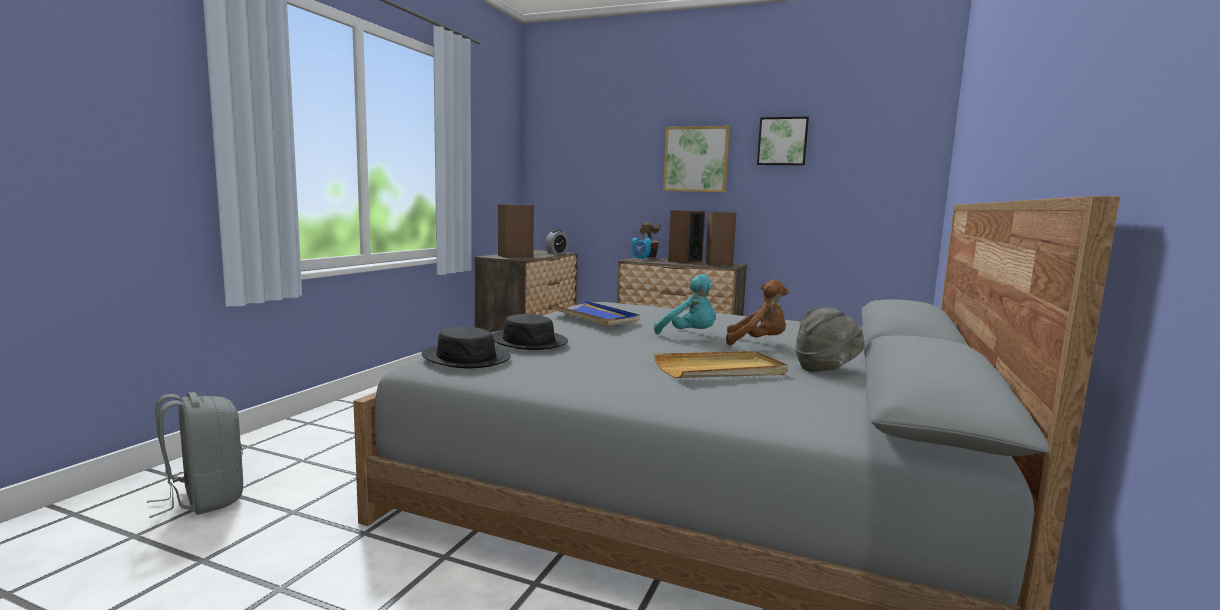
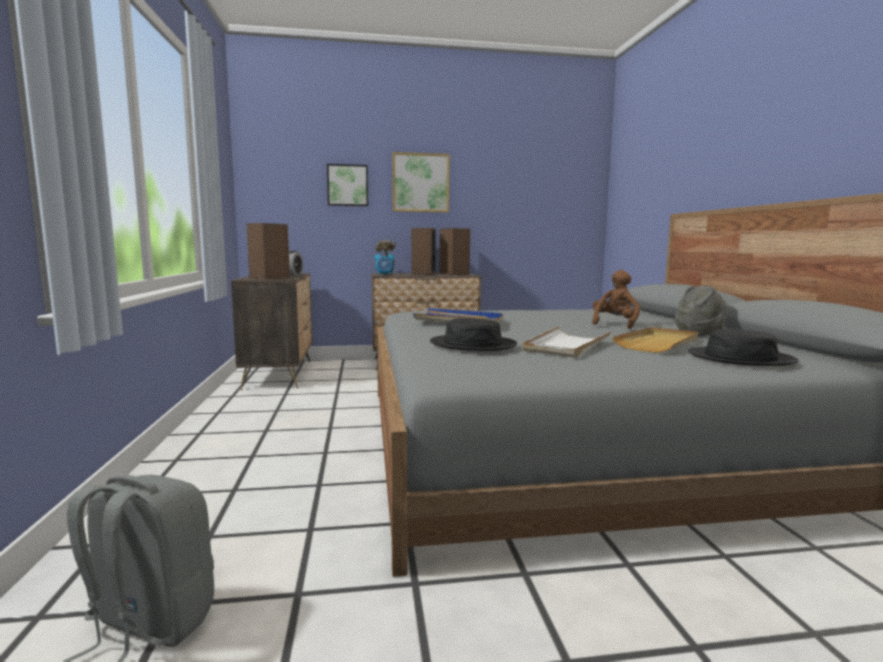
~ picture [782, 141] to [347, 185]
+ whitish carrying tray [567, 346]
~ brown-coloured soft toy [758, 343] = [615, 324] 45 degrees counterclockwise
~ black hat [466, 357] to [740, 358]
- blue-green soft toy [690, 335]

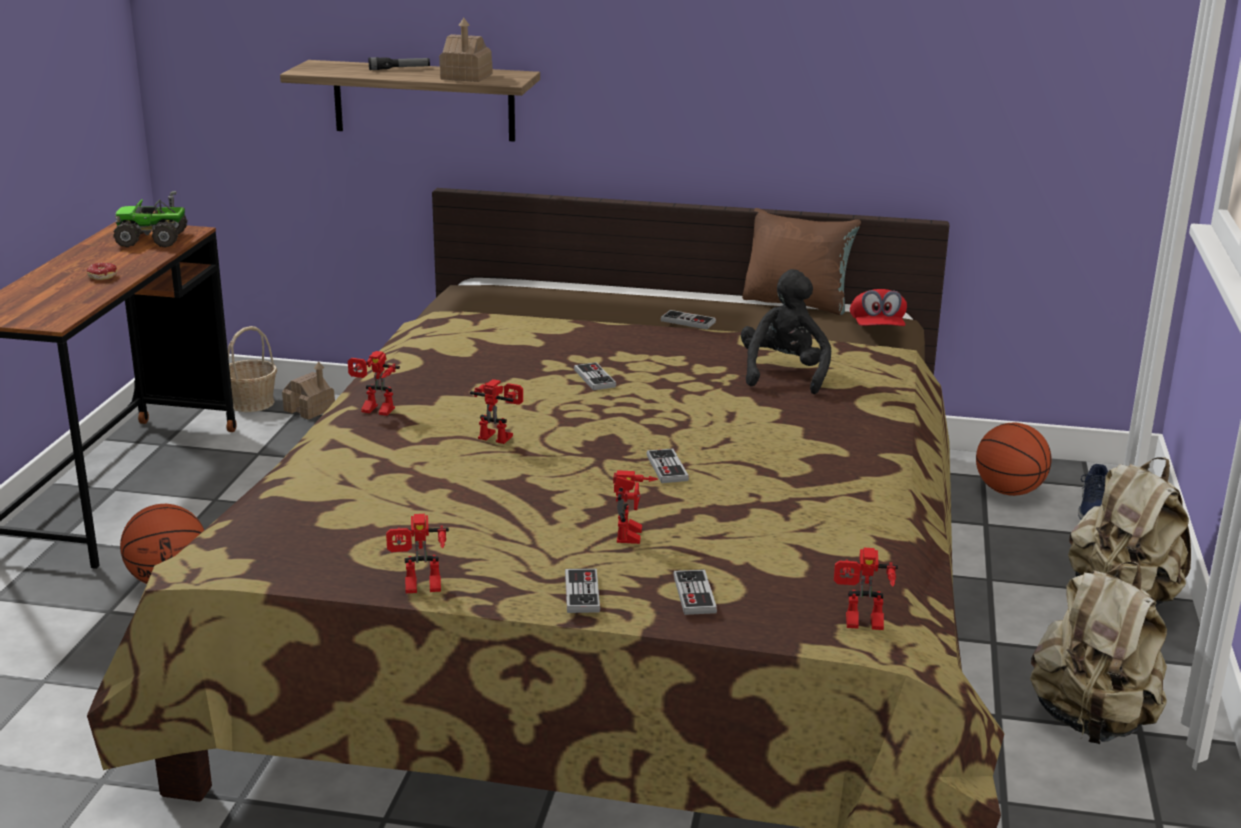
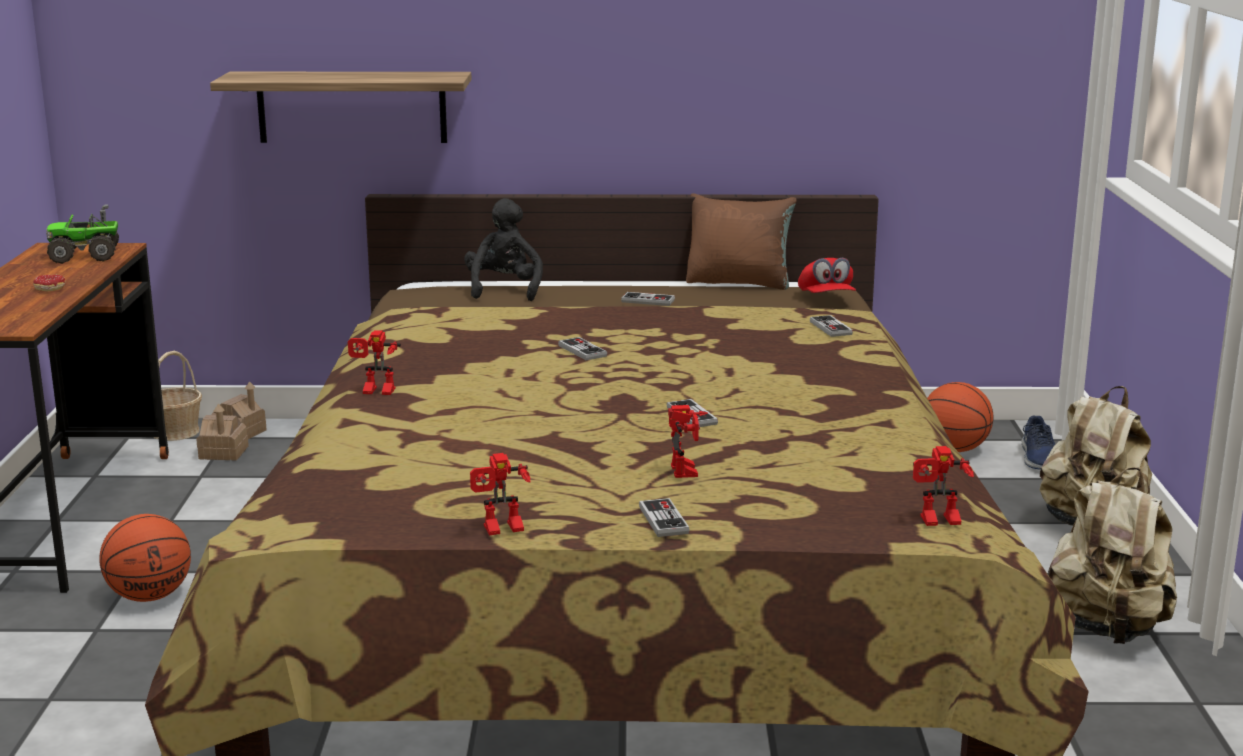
~ toy house [466, 77] to [223, 453]
~ black soft toy [784, 374] to [504, 290]
~ game controller [694, 594] to [830, 328]
- torch [399, 69]
- robot figure [499, 436]

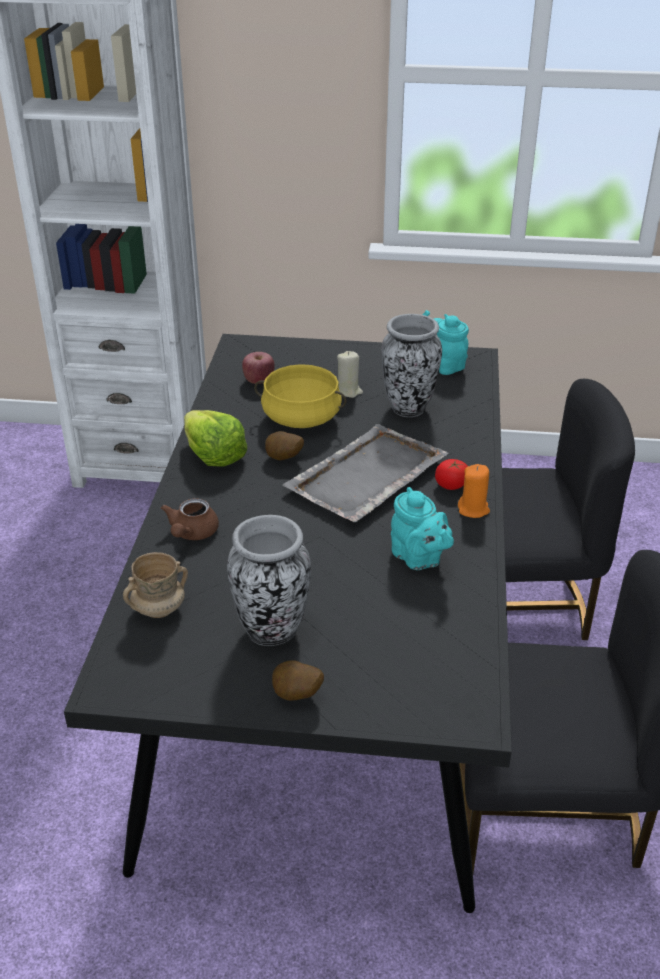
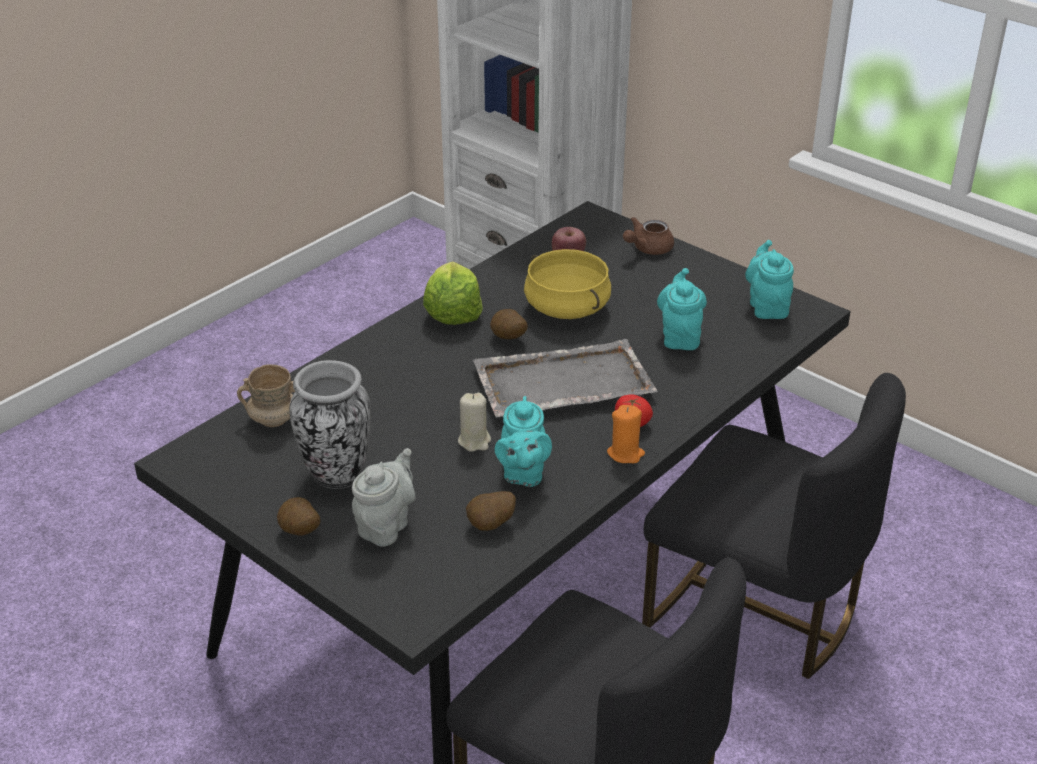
+ grey tea pot [386, 525]
~ sand-coloured wax candle [348, 391] to [474, 441]
+ whole potato [491, 526]
~ brown-coloured tea pot [191, 533] to [647, 248]
~ vase [409, 408] to blue-green tea pot [680, 336]

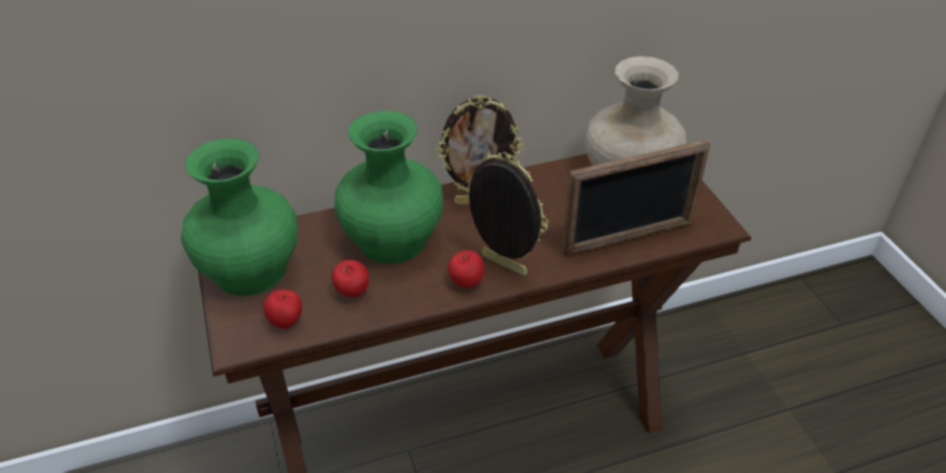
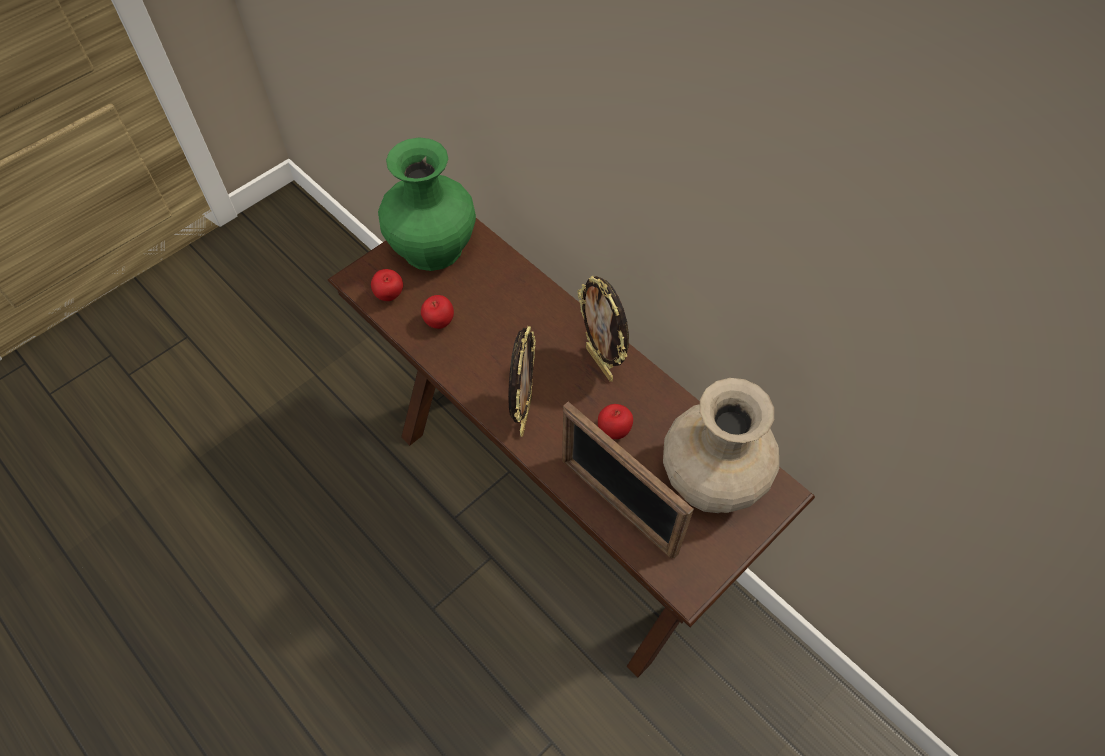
~ apple [466, 283] to [613, 431]
- green-coloured vase [391, 240]

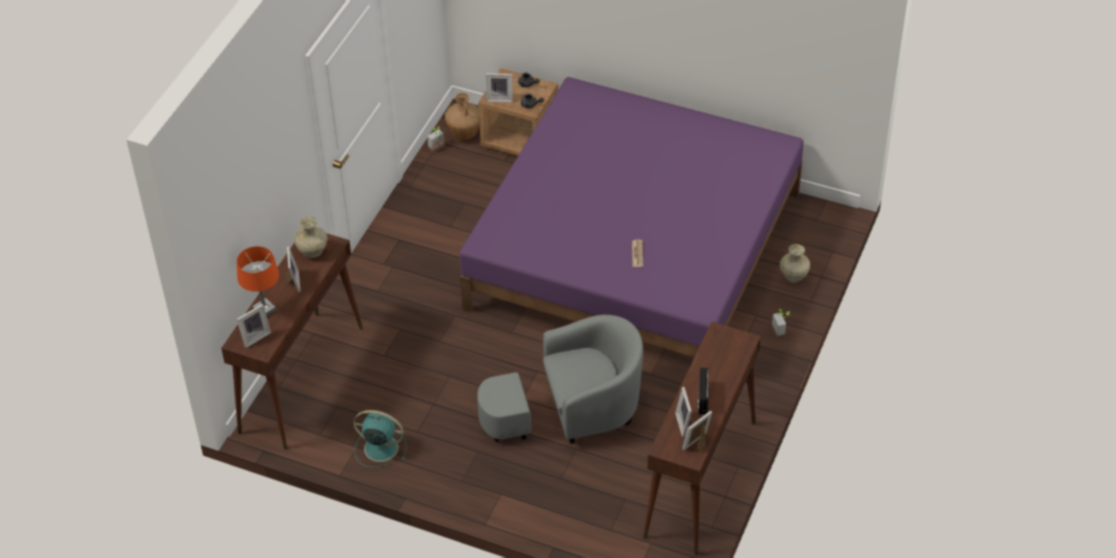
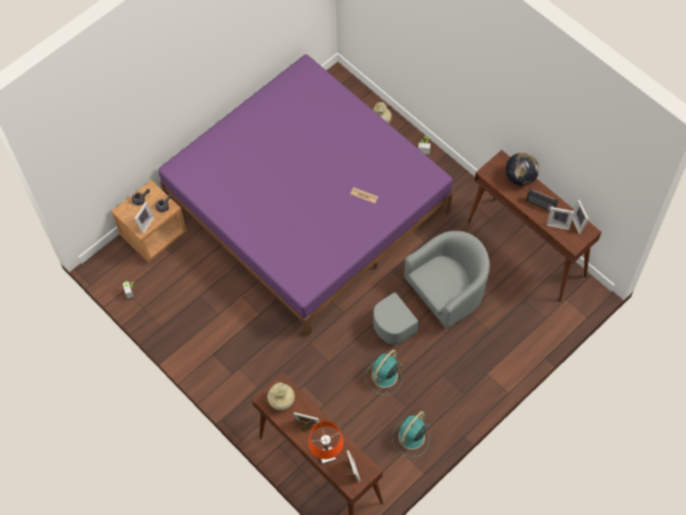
+ blue-green electric fan [384, 376]
~ grey lounge chair [571, 411] = [434, 302] 45 degrees clockwise
+ desk globe [520, 177]
- brown-coloured vase [464, 135]

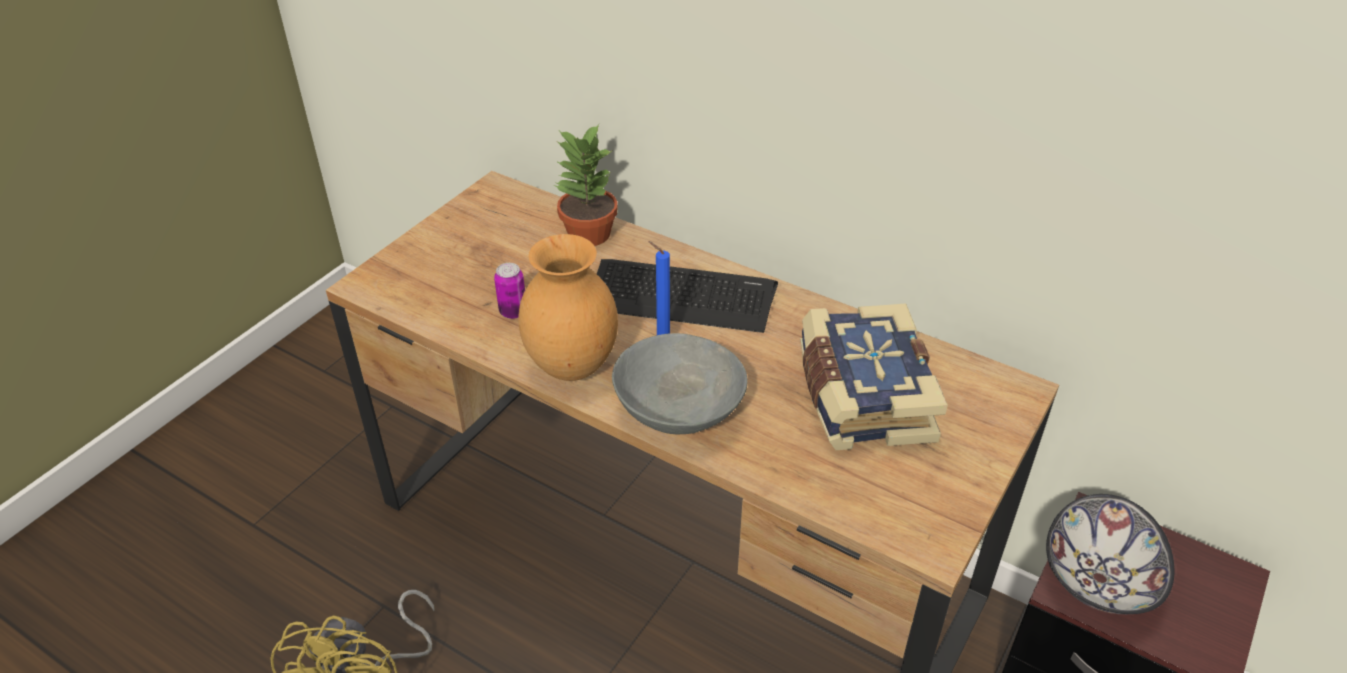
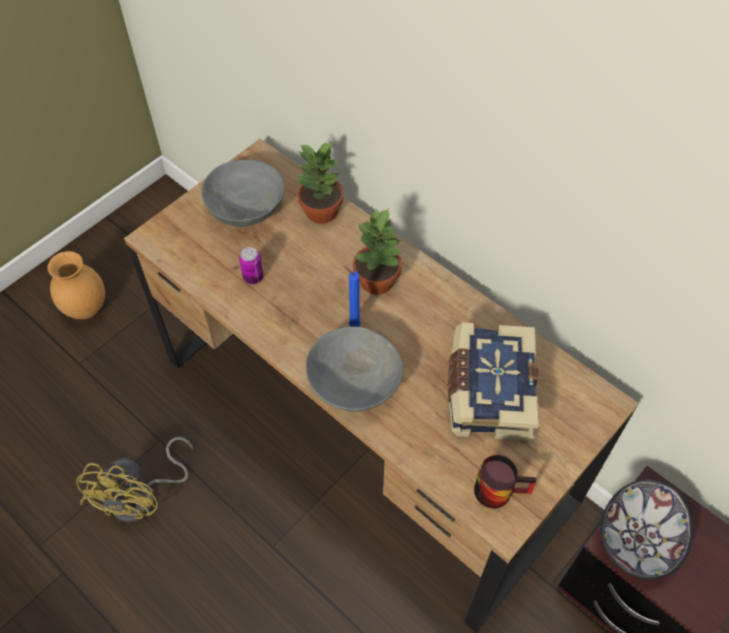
~ brown-coloured vase [570, 367] to [85, 309]
+ grey bowl [247, 208]
~ PC keyboard [681, 296] to houseplant [378, 281]
+ tea mug [499, 488]

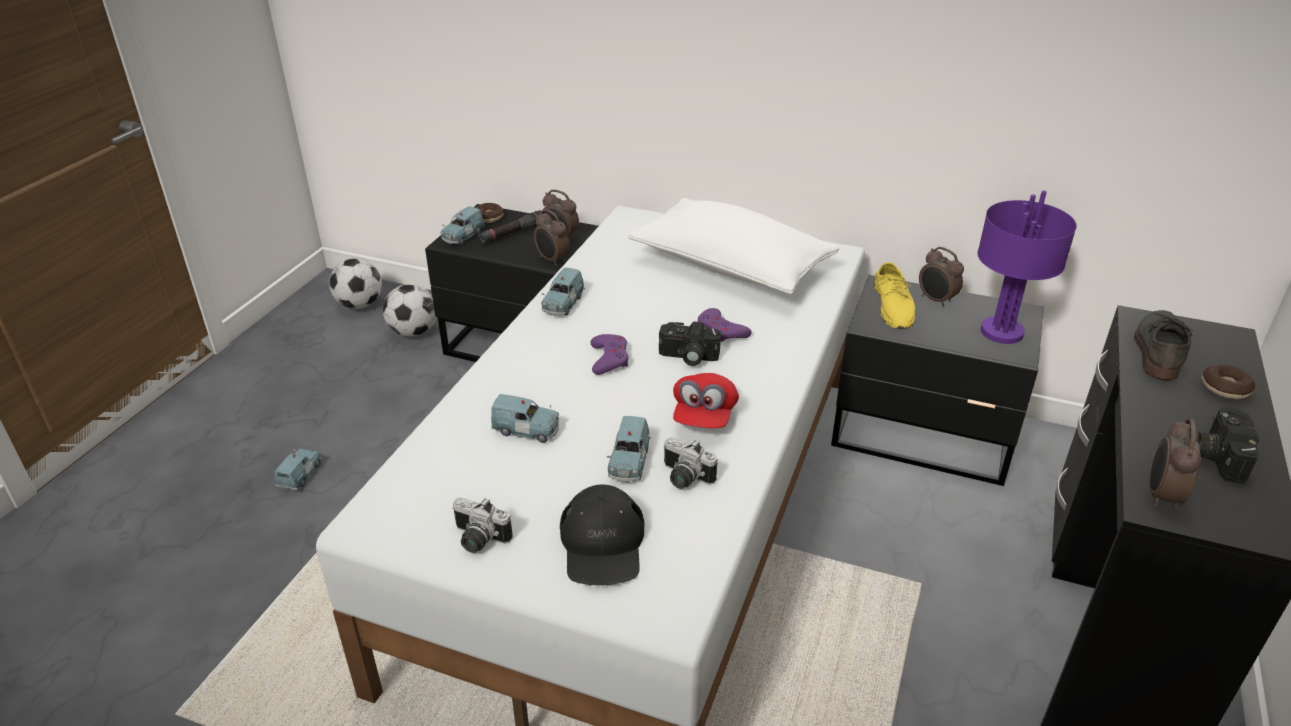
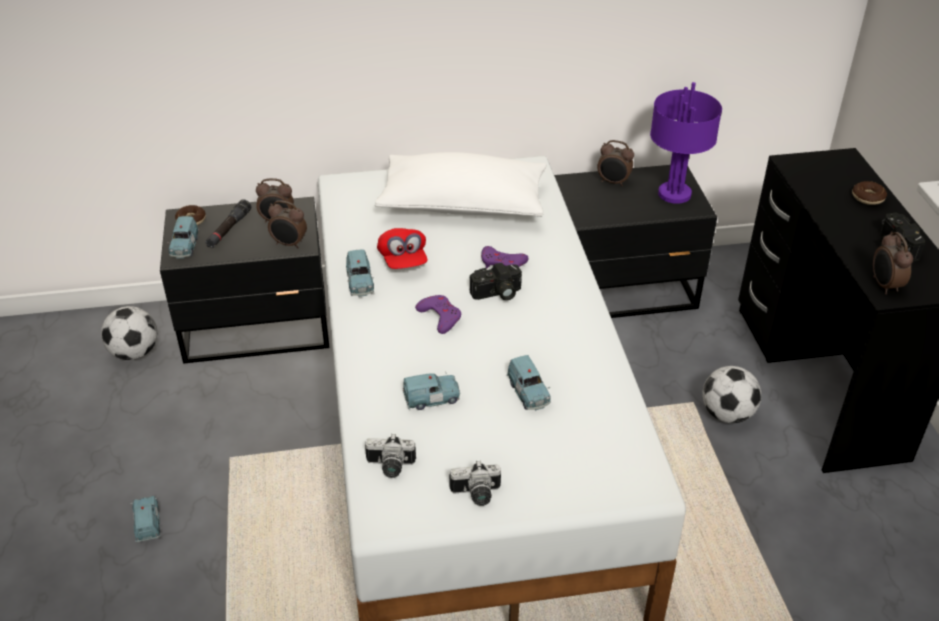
~ still camera [684, 478] to [390, 467]
~ red cap [704, 416] to [403, 260]
~ football ball [360, 305] to [727, 414]
- black cap [602, 544]
- yellow item of footwear [893, 306]
- grey item of footwear [1158, 349]

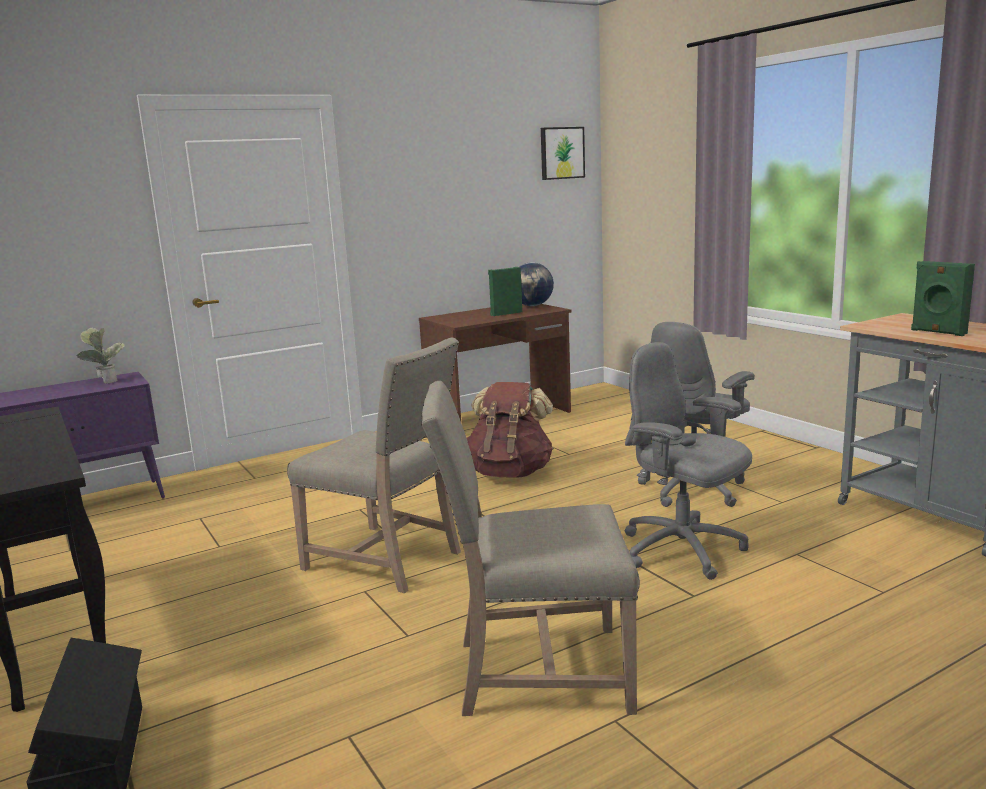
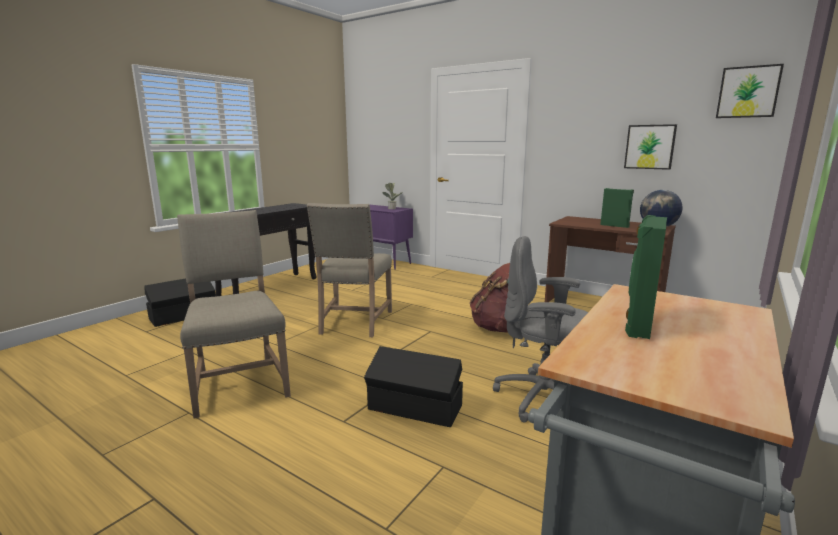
~ grey desk chair [683, 551] to black storage bin [415, 408]
+ picture [650, 147]

